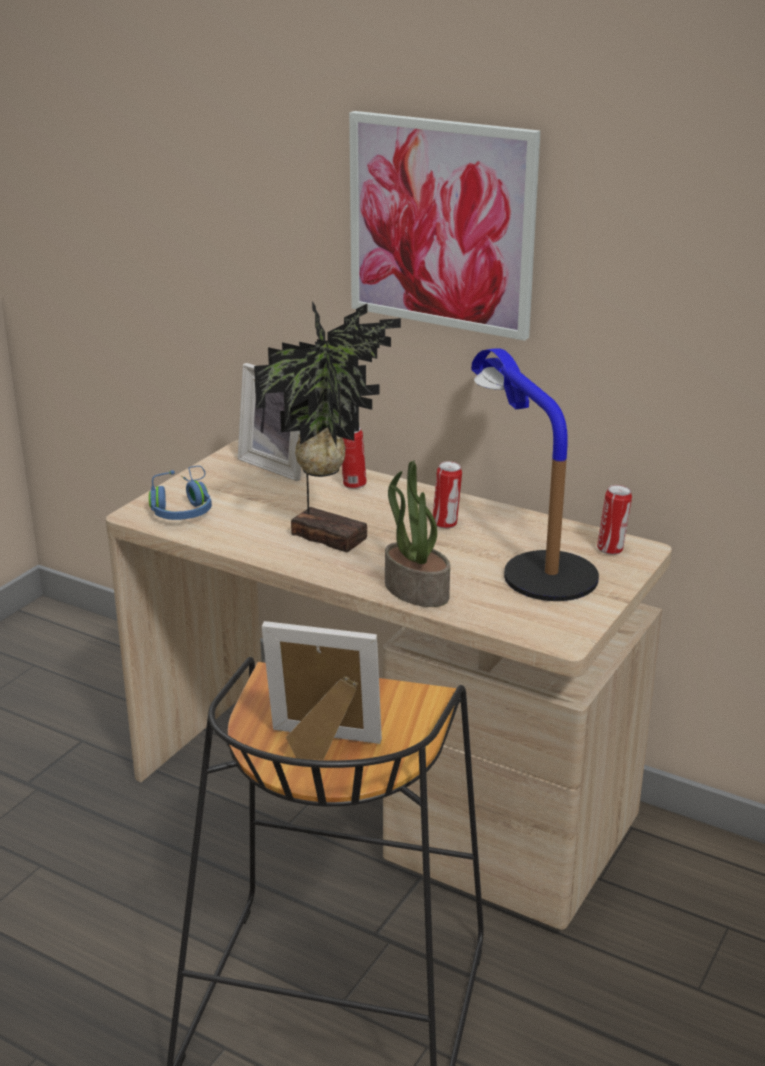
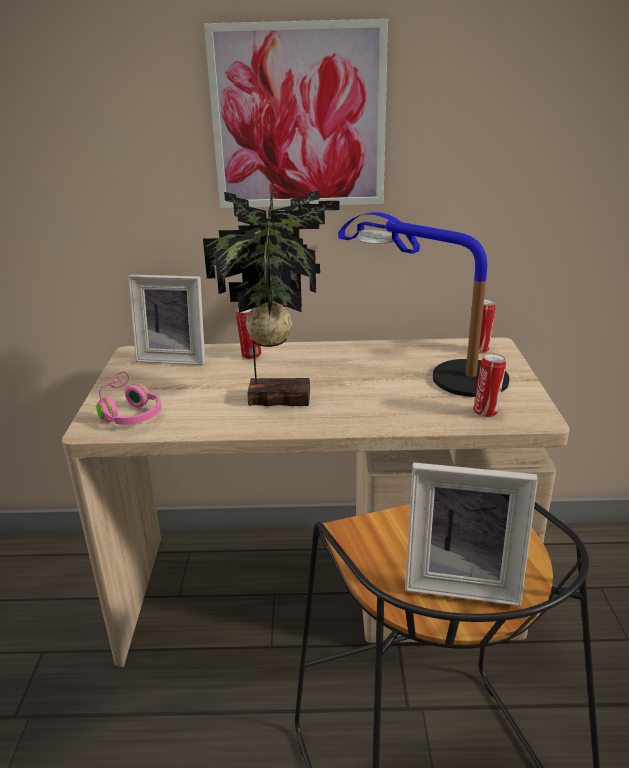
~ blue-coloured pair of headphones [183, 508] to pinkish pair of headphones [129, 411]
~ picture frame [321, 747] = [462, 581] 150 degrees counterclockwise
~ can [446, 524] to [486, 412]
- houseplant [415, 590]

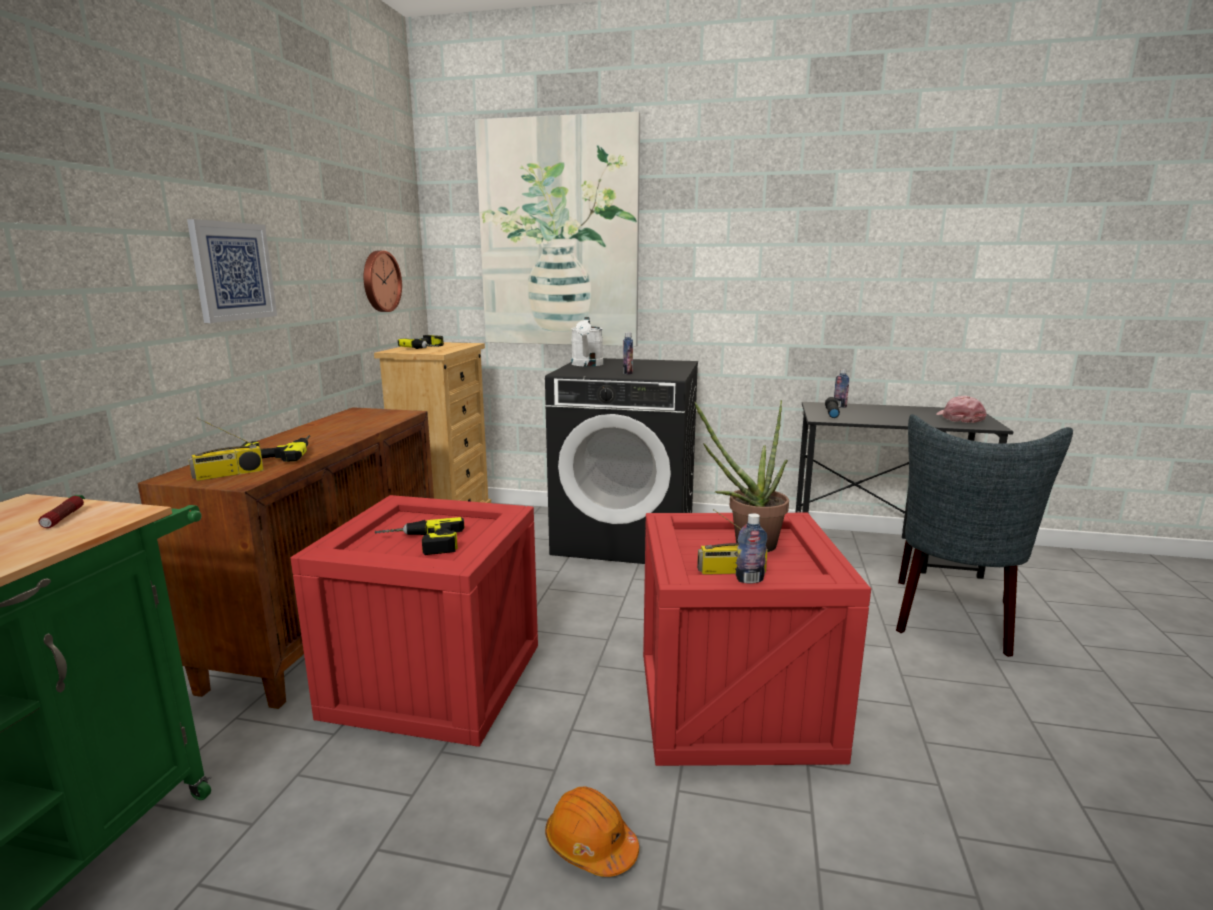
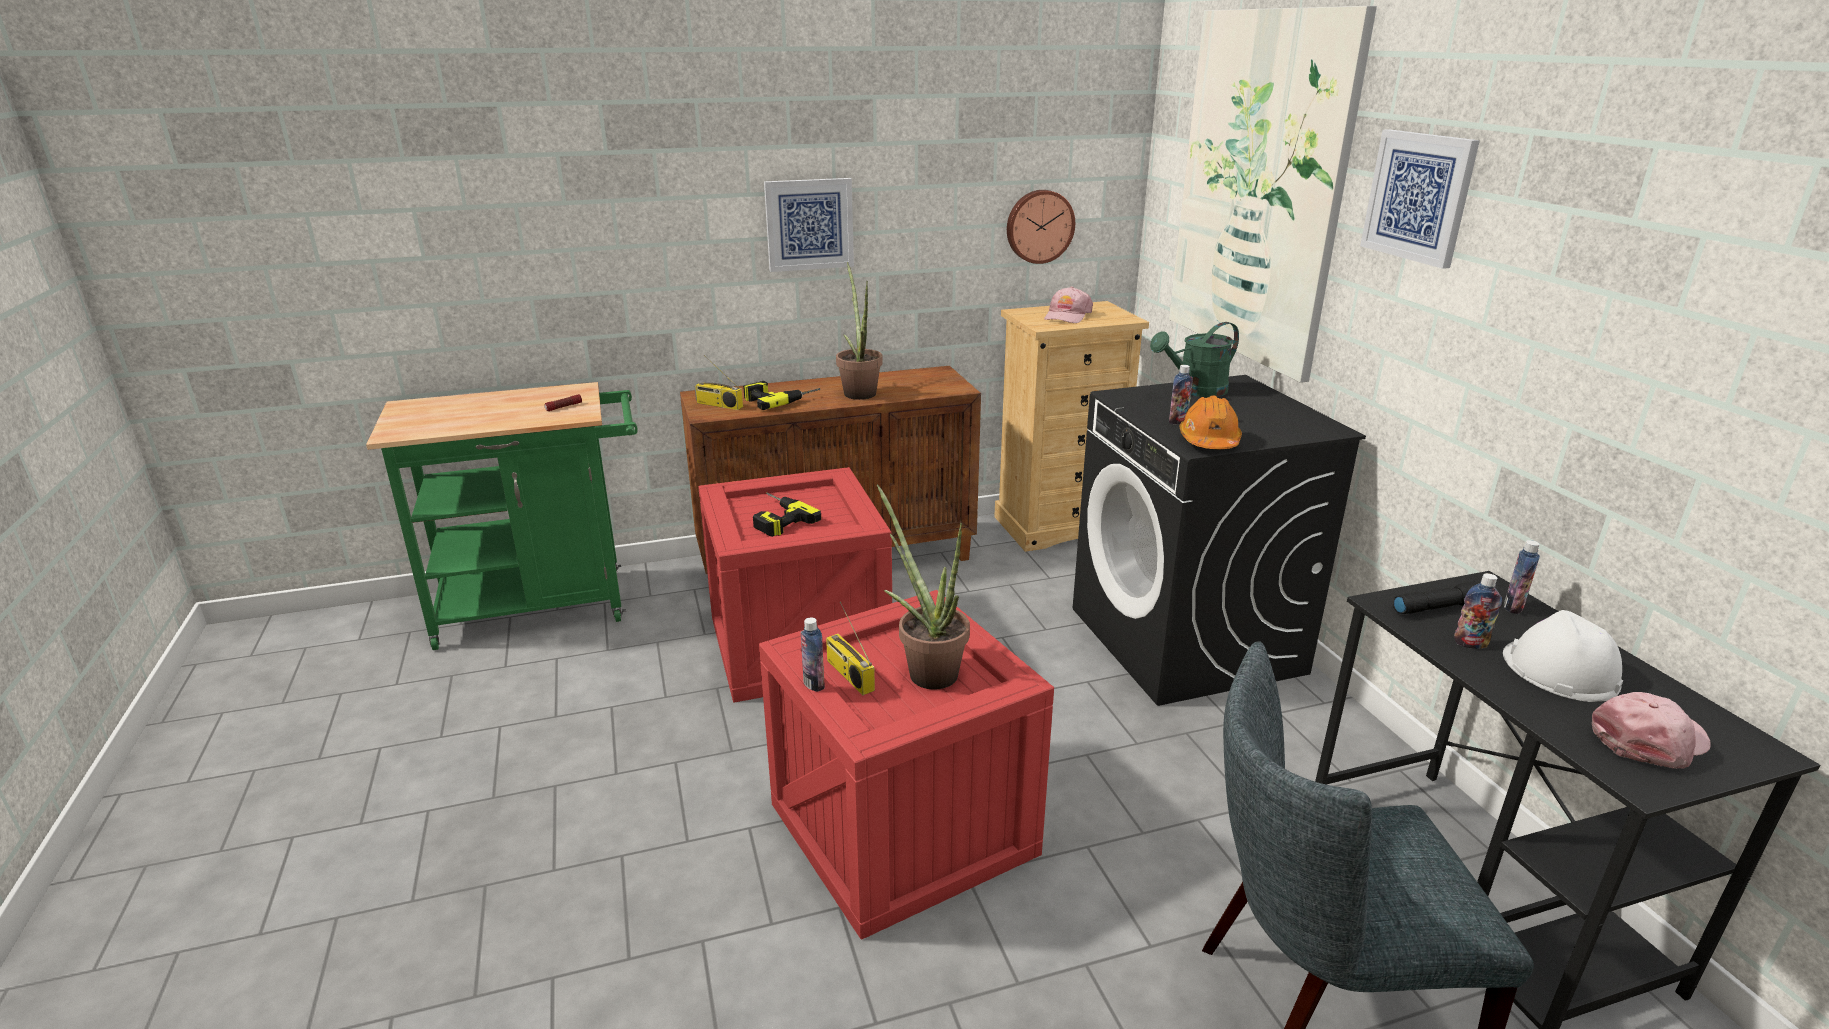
+ houseplant [858, 391]
~ power drill [430, 348] to pinkish cap [1067, 316]
~ whitish sprinkling can [587, 365] to green-coloured sprinkling can [1195, 391]
~ orangey work helmet [590, 845] to [1209, 441]
+ picture [1419, 197]
+ beverage bottle [1470, 643]
+ whitish work helmet [1559, 670]

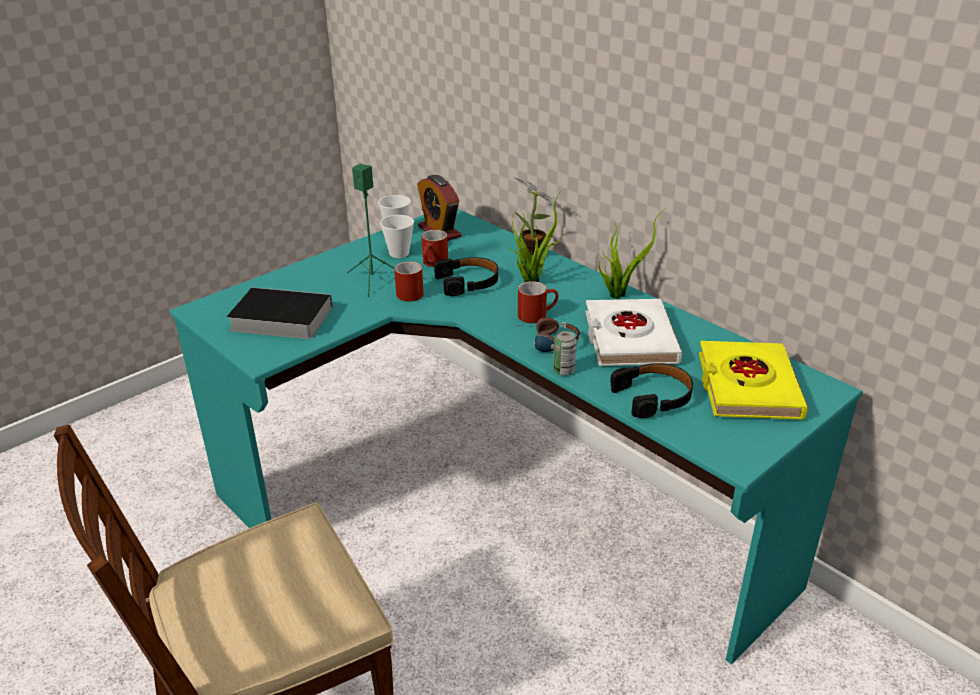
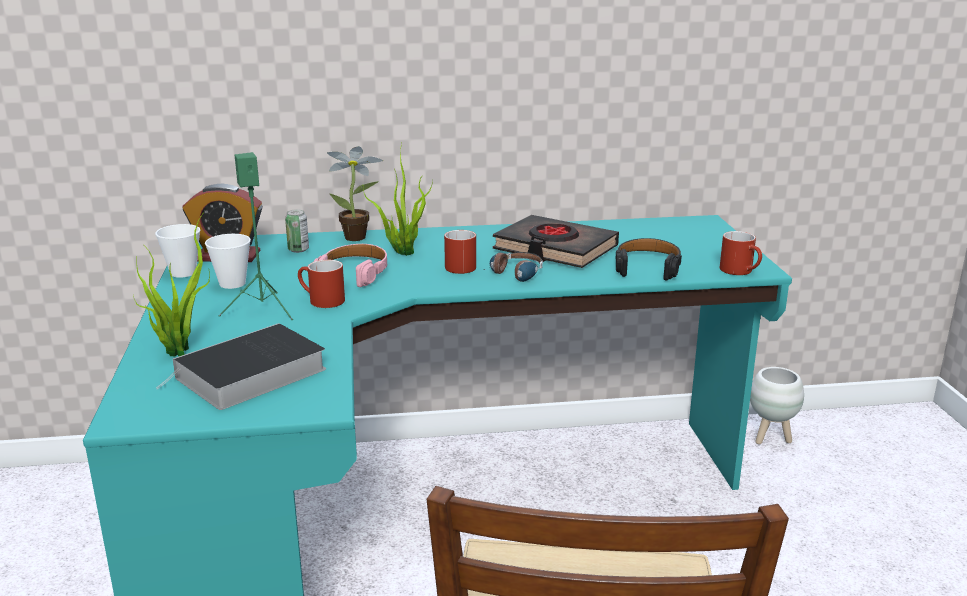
~ houseplant [619, 294] to [177, 350]
~ can [563, 371] to [298, 249]
~ black pair of headphones [468, 282] to pinkish pair of headphones [354, 273]
~ whitish volume [629, 339] to black volume [555, 249]
~ red tea mug [434, 263] to [741, 271]
+ whitish plant pot [770, 438]
- yellow volume [747, 387]

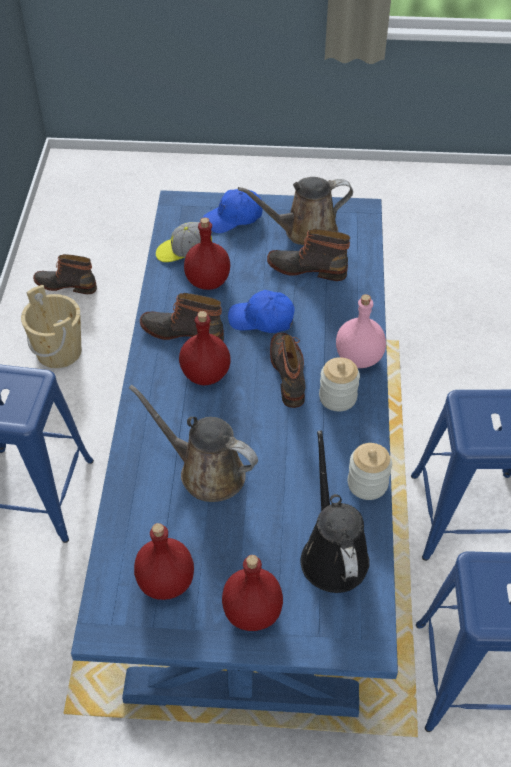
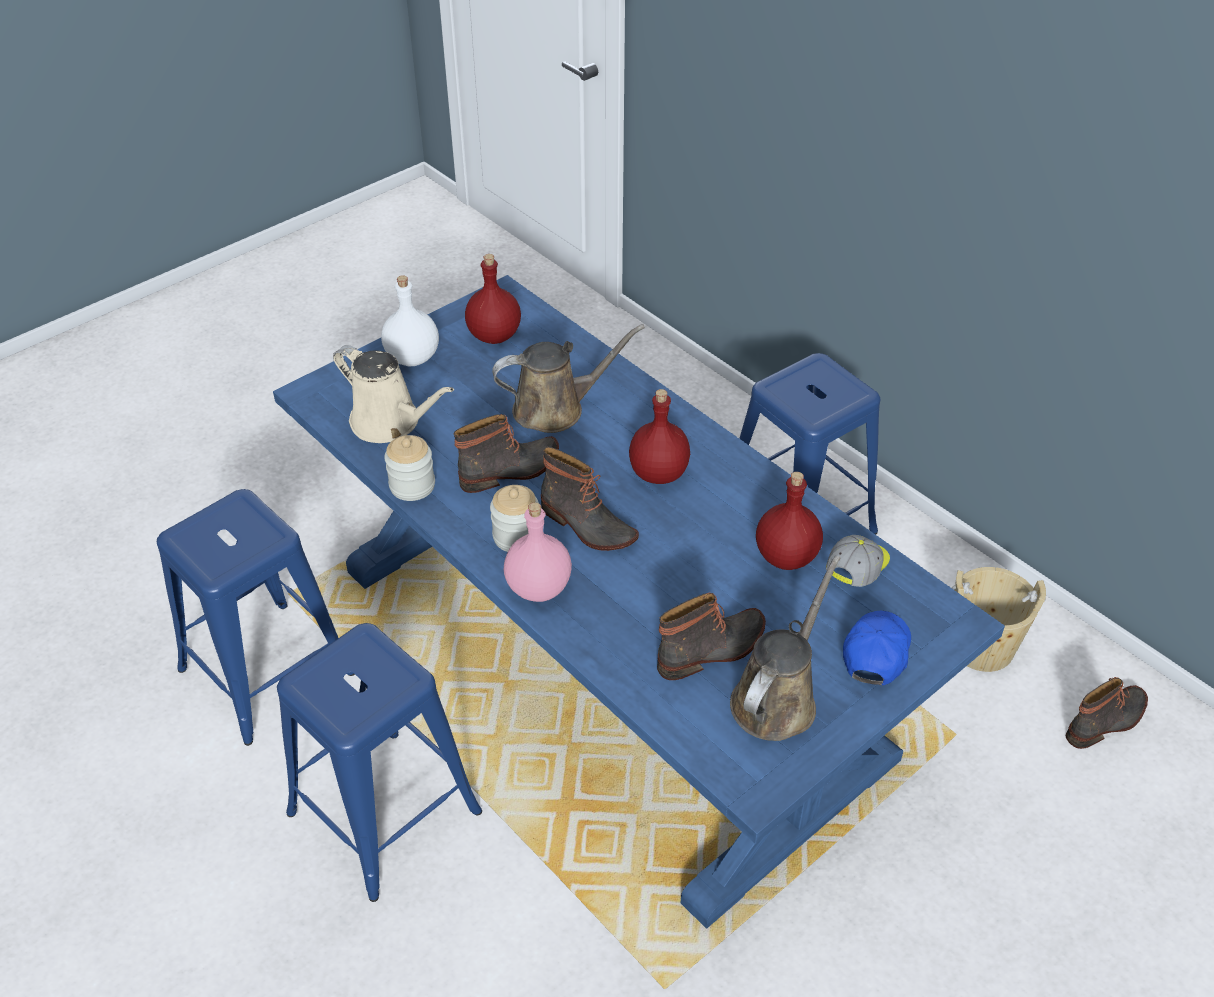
~ black sprinkling can [332, 554] to sand-coloured sprinkling can [390, 423]
~ red beverage bottle [252, 613] to whitish beverage bottle [412, 357]
~ boot [183, 331] to [510, 471]
- blue-coloured cap [262, 319]

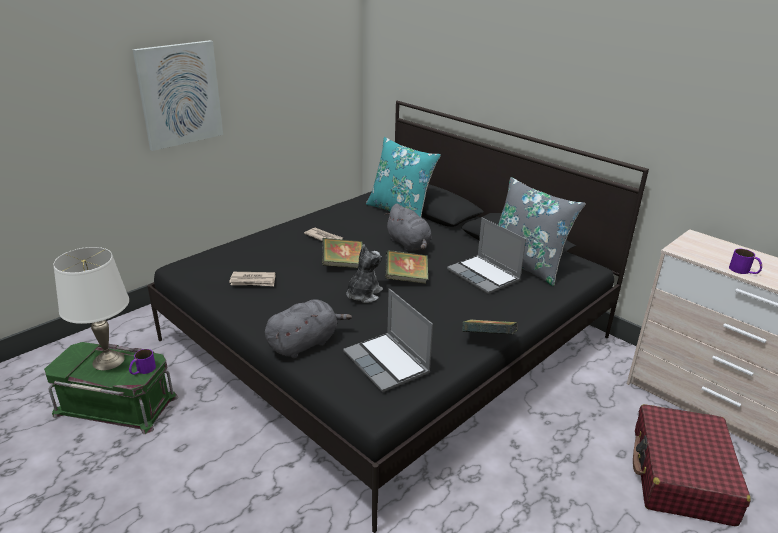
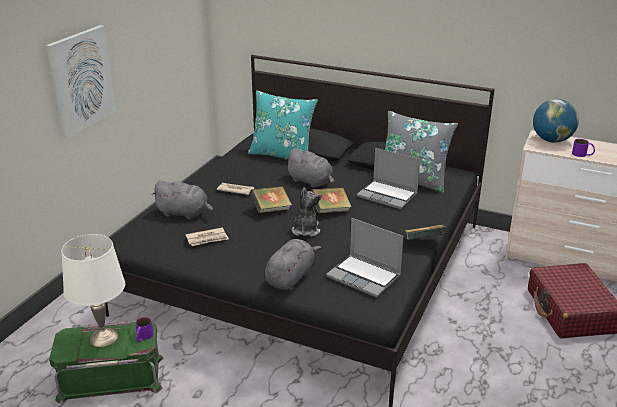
+ grey soft toy [184, 213]
+ desk globe [551, 140]

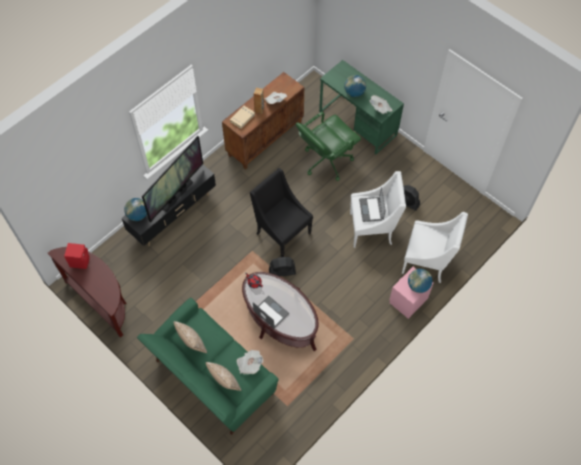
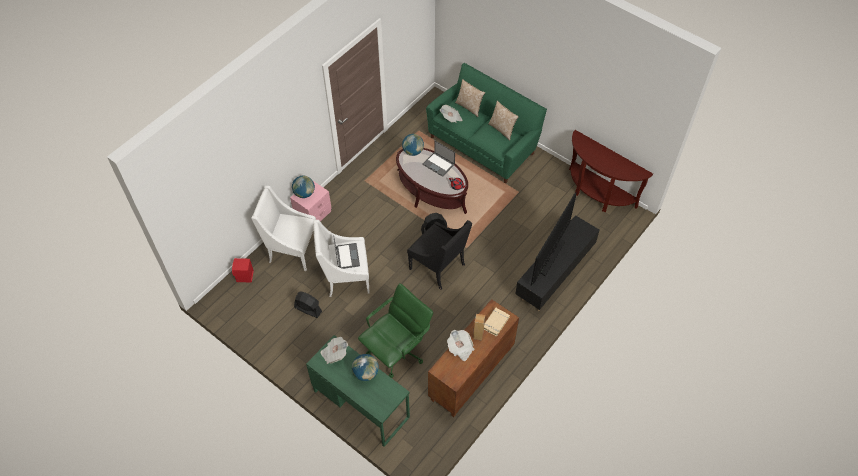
~ red audio speaker [80, 261] to [244, 277]
~ desk globe [138, 215] to [413, 151]

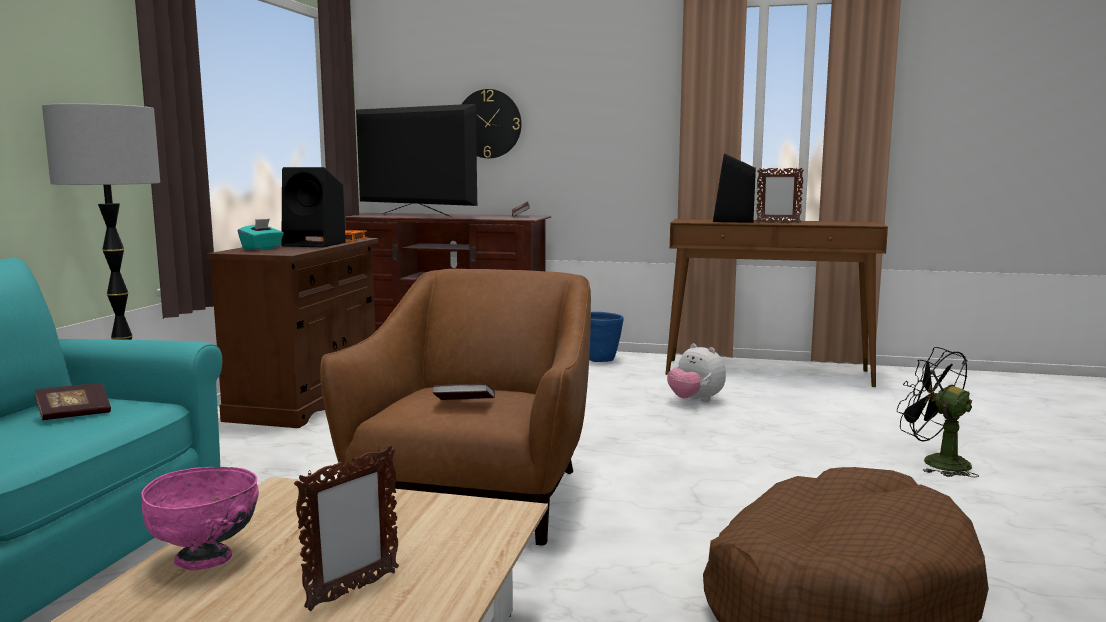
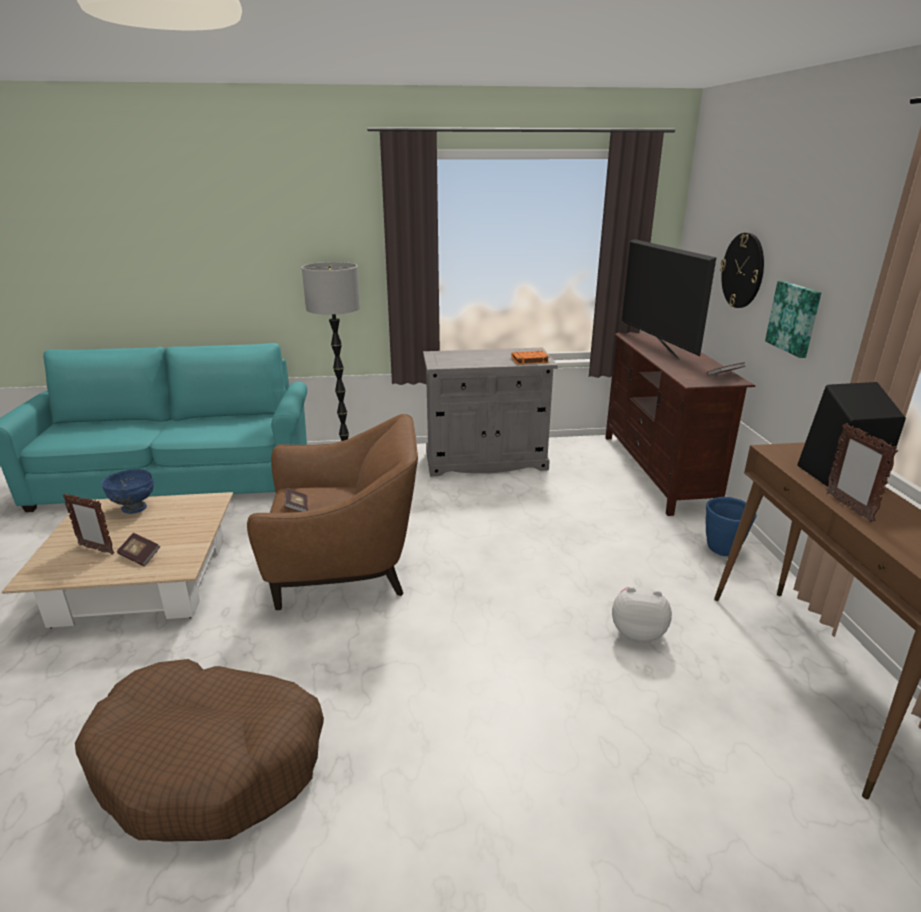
~ pinkish bowl [205, 560] to blue-coloured bowl [134, 508]
~ volume [74, 414] to [140, 556]
~ brown-coloured cabinet [308, 399] to grey cabinet [486, 461]
~ soft toy [695, 400] = [637, 632] 75 degrees clockwise
~ TV [415, 216] = [655, 347] 150 degrees clockwise
+ picture [794, 318]
- blue-green tissue box [262, 248]
- black audio speaker [316, 244]
- black electric fan [935, 462]

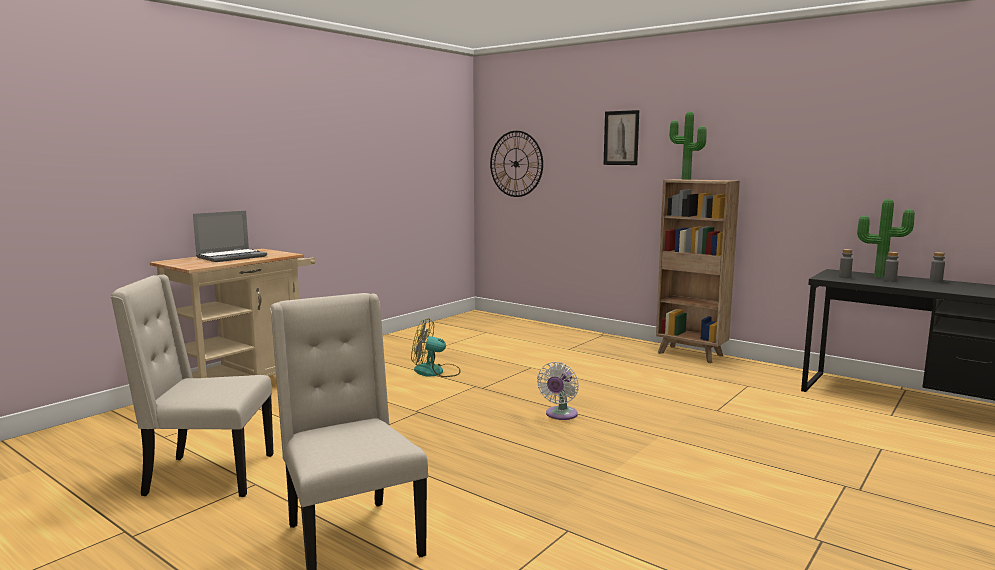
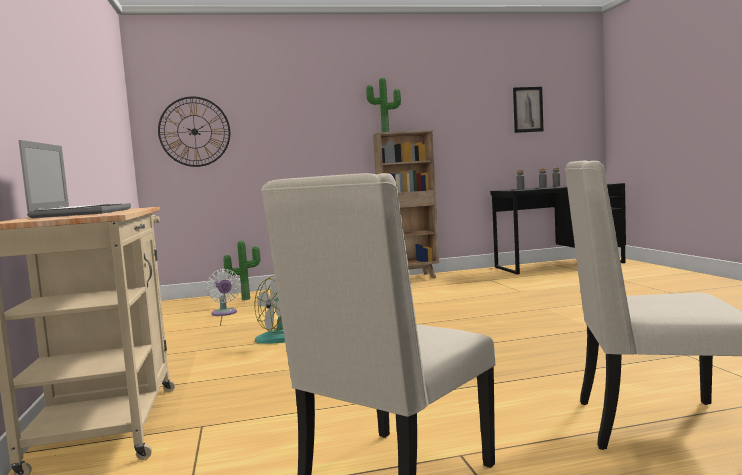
~ whitish electric fan [560, 415] to [224, 313]
~ houseplant [879, 276] to [245, 299]
~ picture [621, 138] to [528, 109]

